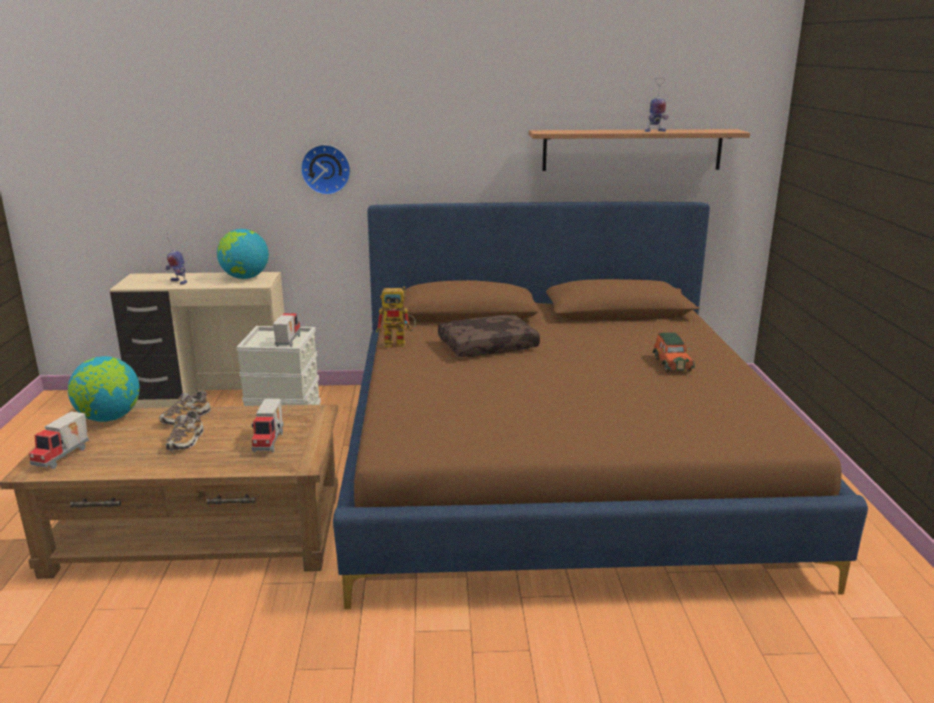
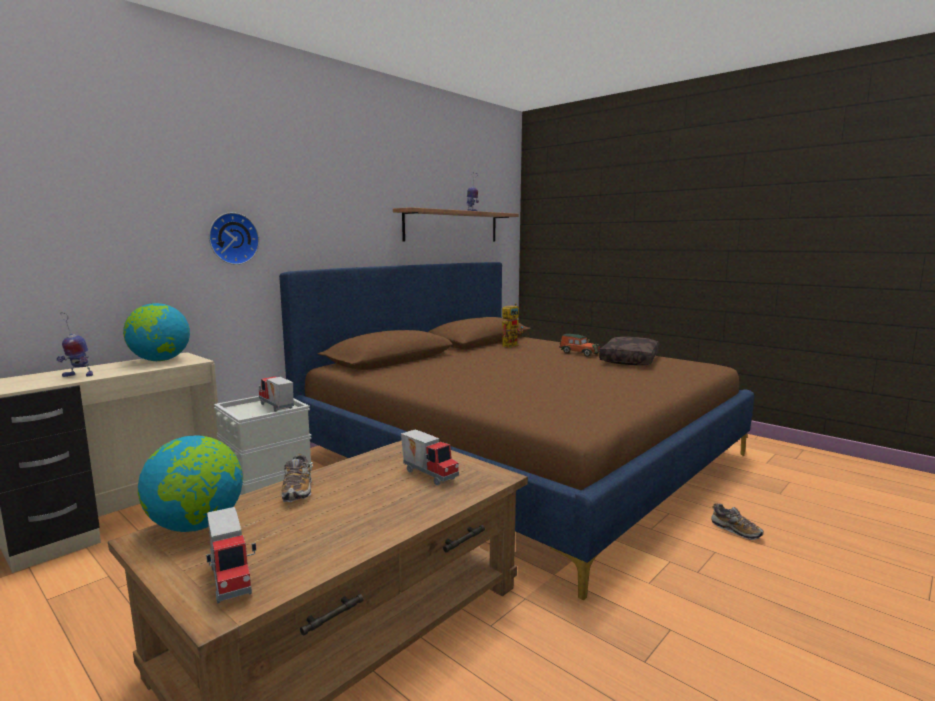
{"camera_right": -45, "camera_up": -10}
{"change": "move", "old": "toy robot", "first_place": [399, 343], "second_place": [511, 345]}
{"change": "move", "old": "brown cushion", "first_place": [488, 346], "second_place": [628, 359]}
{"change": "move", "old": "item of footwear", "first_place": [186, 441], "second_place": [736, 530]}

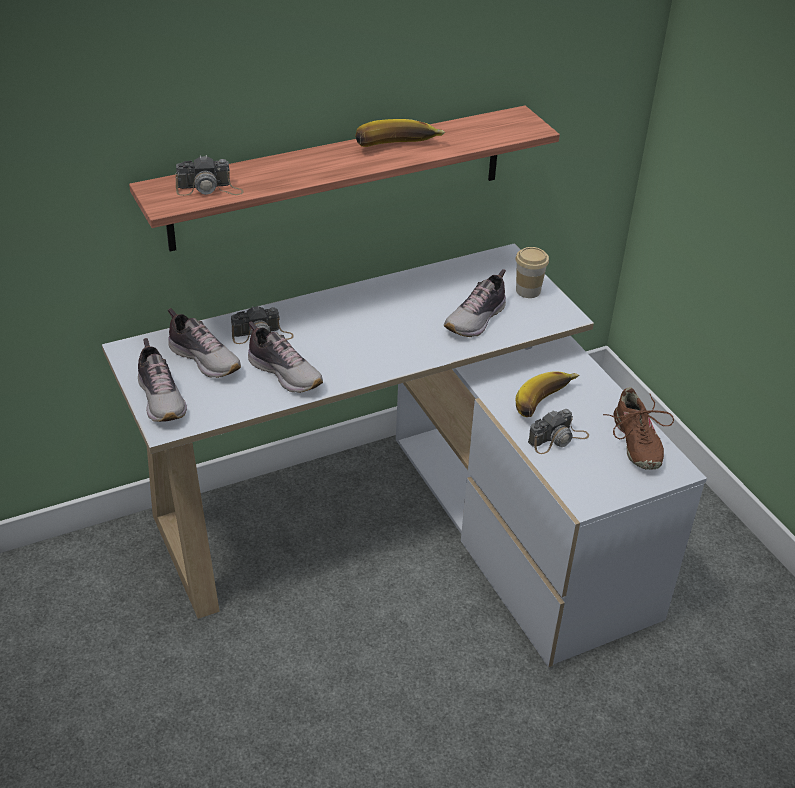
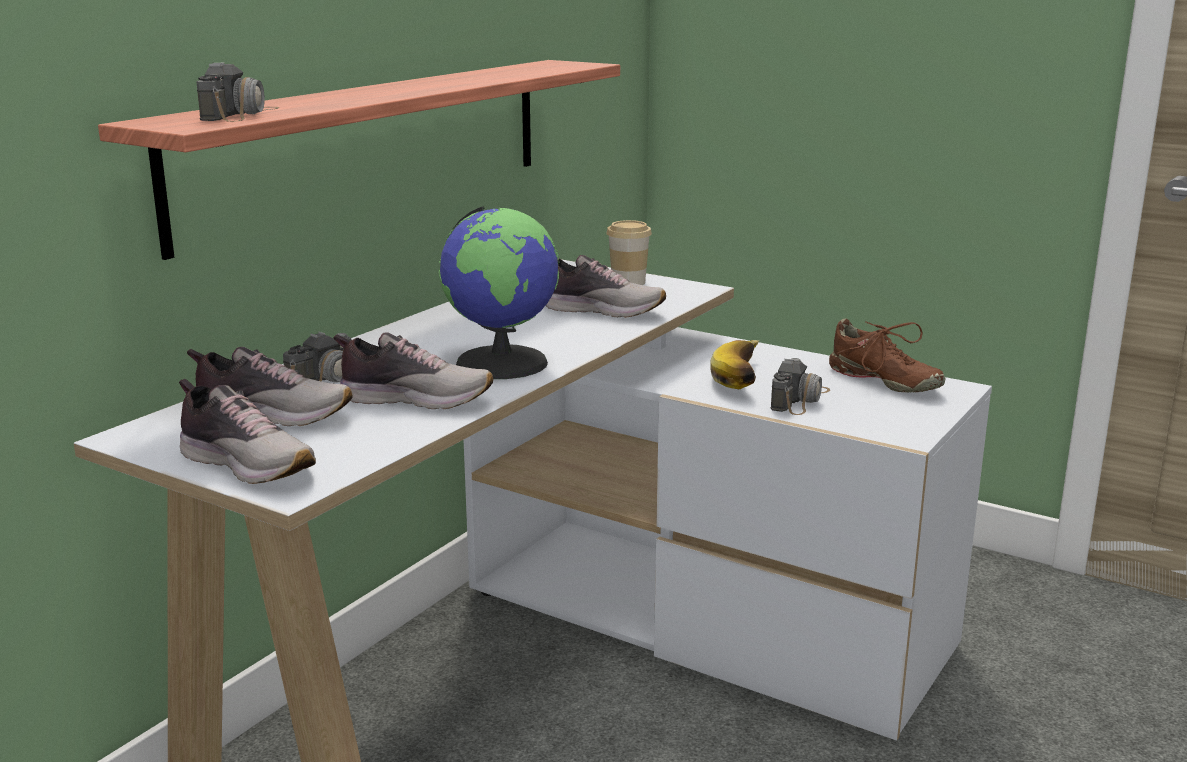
{"camera_right": -30, "camera_up": -20}
{"change": "rotate", "old": "photo camera", "first_place": [209, 189], "second_place": [240, 114], "degrees": -45}
{"change": "insert", "new": "world globe", "second_place": [503, 363]}
{"change": "rotate", "old": "item of footwear", "first_place": [476, 319], "second_place": [602, 310], "degrees": -75}
{"change": "delete", "old": "banana fruit", "first_place": [398, 149]}

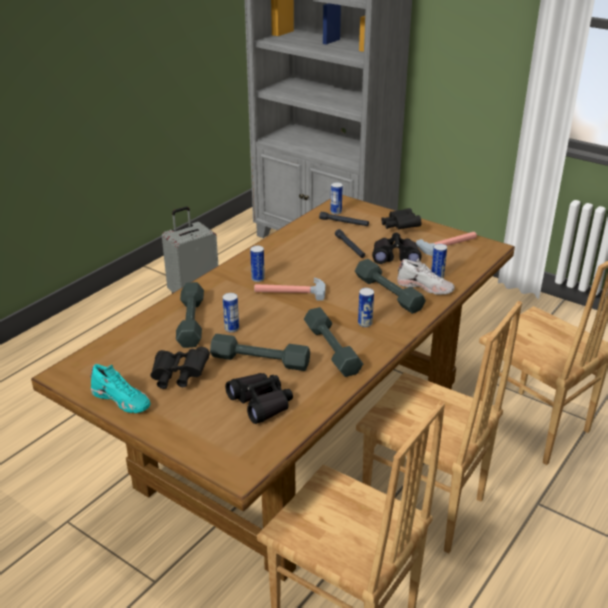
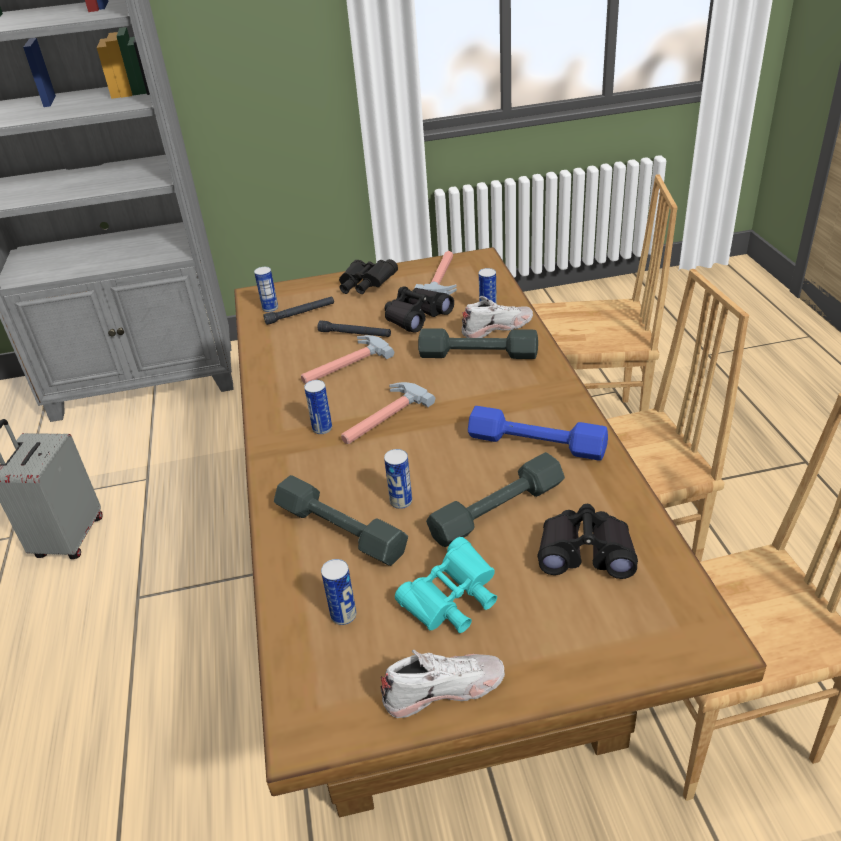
{"camera_right": -45, "camera_up": 5}
{"change": "insert", "new": "tool hammer", "second_place": [343, 364]}
{"change": "move", "old": "sealed can", "first_place": [365, 323], "second_place": [343, 615]}
{"change": "recolor", "old": "turquoise item of footwear", "new": "whitish item of footwear", "first_place": [122, 399], "second_place": [443, 689]}
{"change": "recolor", "old": "black-coloured binoculars", "new": "turquoise binoculars", "first_place": [178, 377], "second_place": [452, 602]}
{"change": "recolor", "old": "greyish dumbbell", "new": "bluish dumbbell", "first_place": [331, 349], "second_place": [536, 444]}

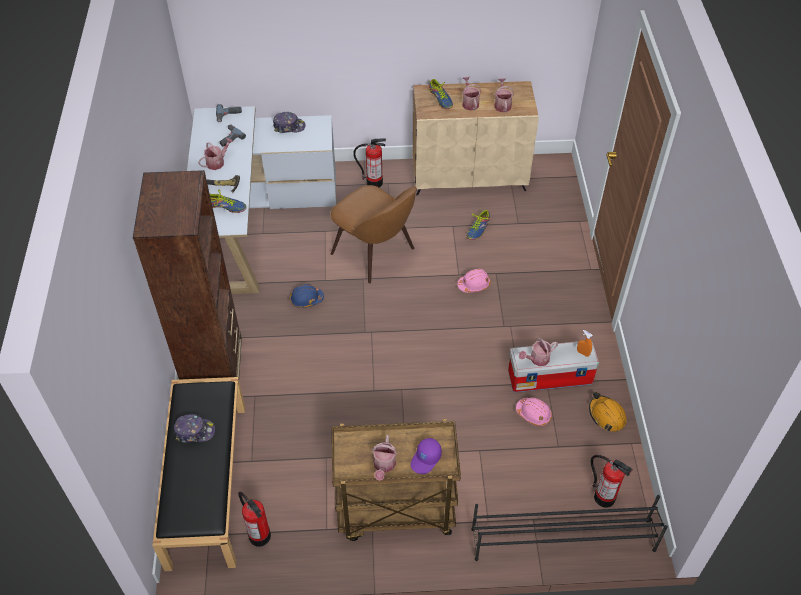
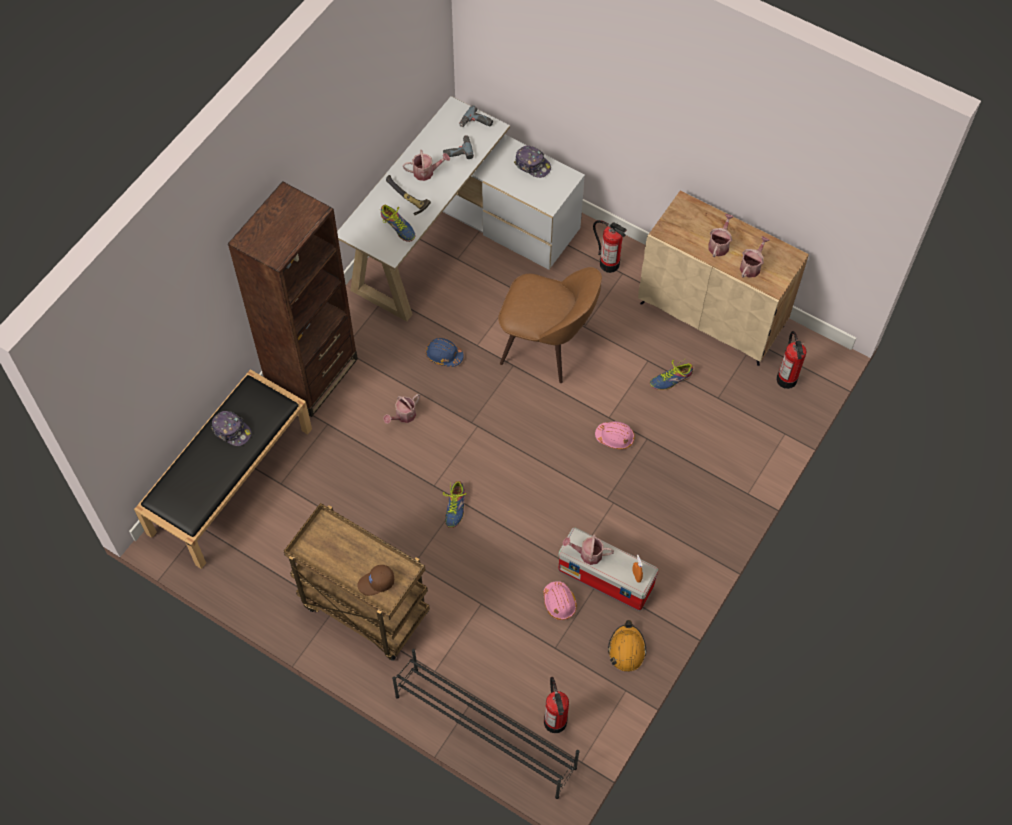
{"camera_right": 35, "camera_up": 10}
{"change": "recolor", "old": "purple-coloured cap", "new": "brown cap", "first_place": [426, 459], "second_place": [376, 583]}
{"change": "move", "old": "watering pot", "first_place": [384, 466], "second_place": [403, 416]}
{"change": "move", "old": "item of footwear", "first_place": [441, 99], "second_place": [455, 507]}
{"change": "rotate", "old": "brown chair", "first_place": [375, 253], "second_place": [547, 344], "degrees": -60}
{"change": "move", "old": "fire extinguisher", "first_place": [260, 535], "second_place": [787, 379]}

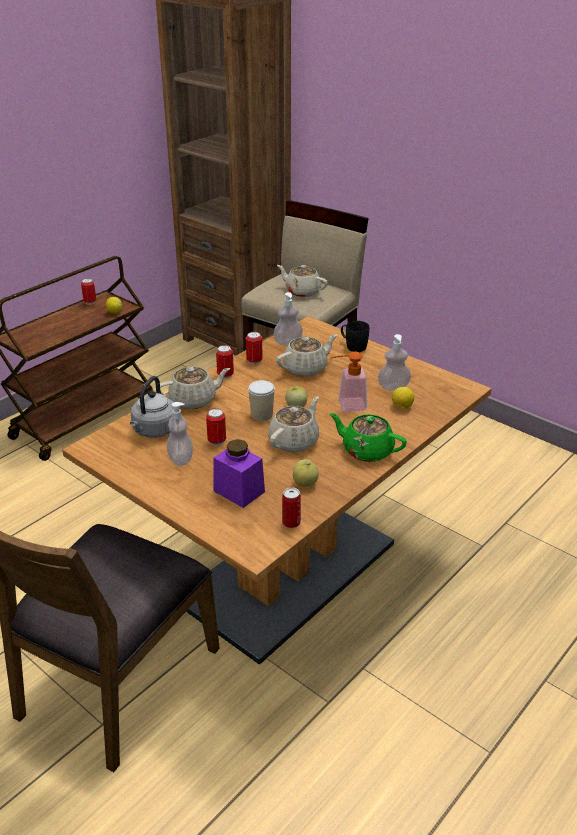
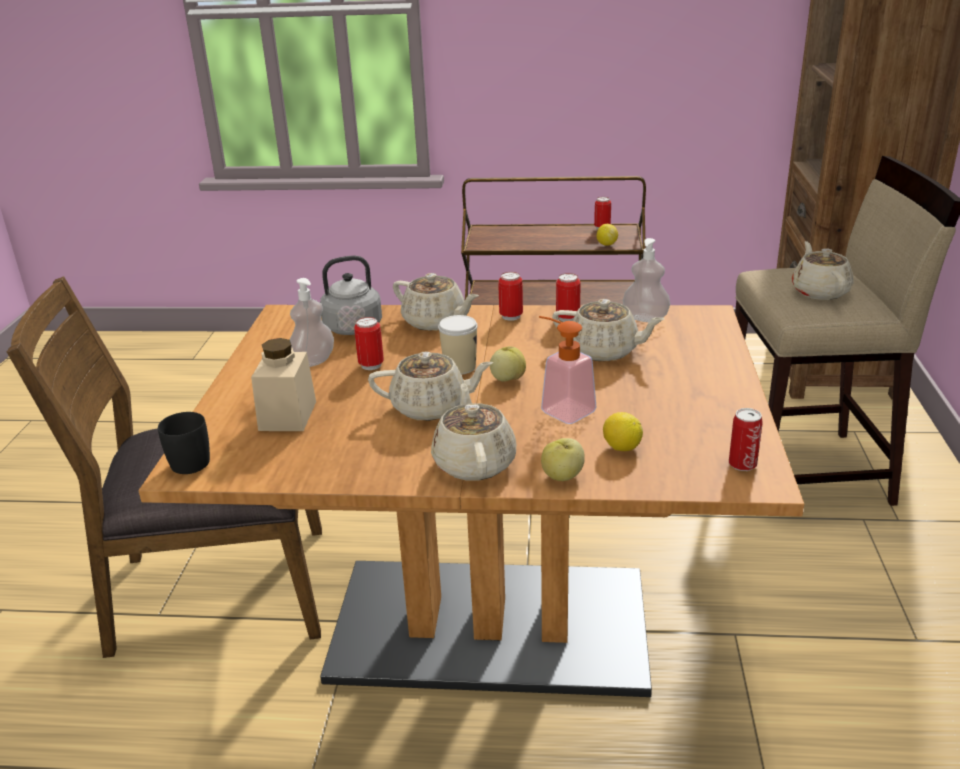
{"camera_right": 55, "camera_up": -5}
{"change": "move", "old": "black-coloured tea mug", "first_place": [353, 346], "second_place": [194, 459]}
{"change": "recolor", "old": "purple-coloured storage jar", "new": "beige-coloured storage jar", "first_place": [239, 491], "second_place": [287, 416]}
{"change": "recolor", "old": "green-coloured teapot", "new": "beige-coloured teapot", "first_place": [366, 450], "second_place": [474, 462]}
{"change": "move", "old": "whole apple", "first_place": [305, 483], "second_place": [563, 476]}
{"change": "move", "old": "sealed can", "first_place": [291, 523], "second_place": [742, 464]}
{"change": "delete", "old": "soap dispenser", "first_place": [393, 387]}

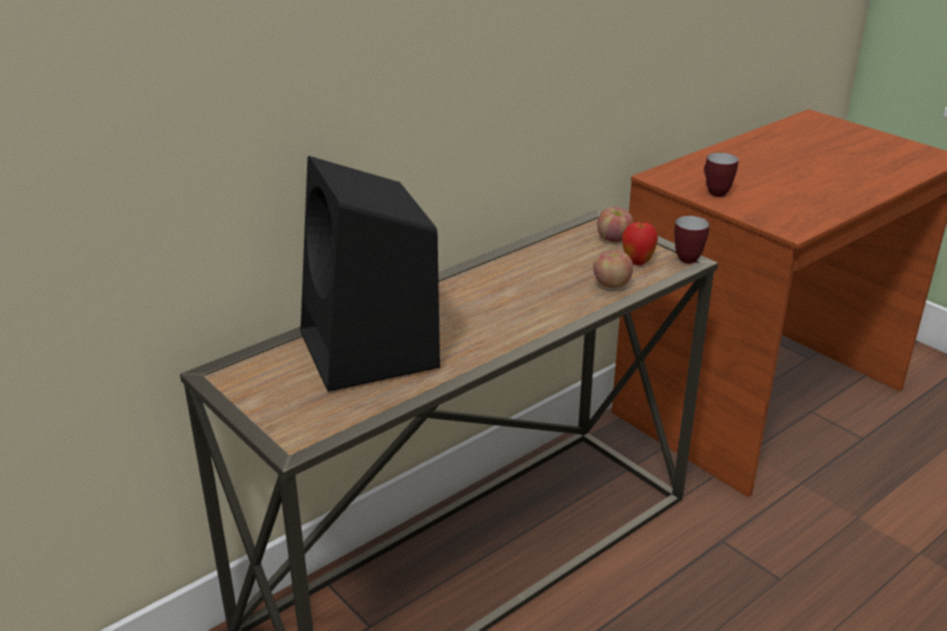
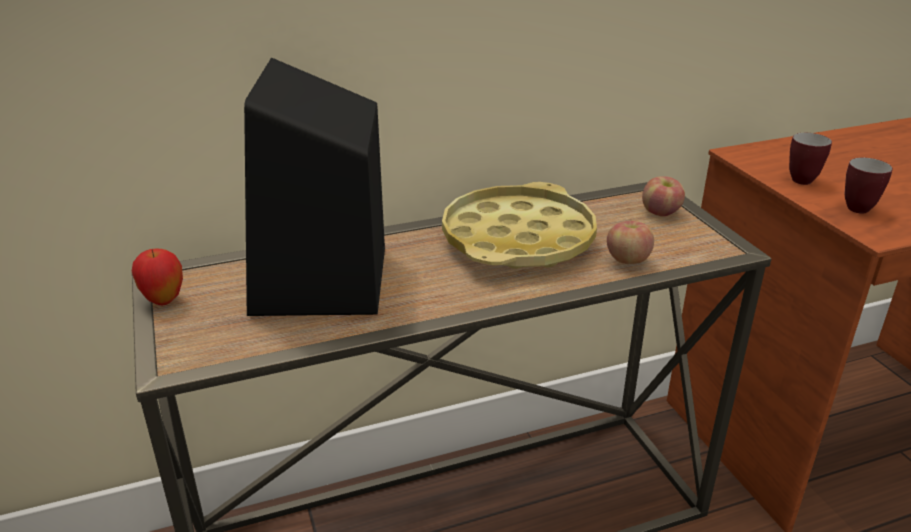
{"camera_right": 20, "camera_up": 0}
{"change": "move", "old": "whole apple", "first_place": [637, 262], "second_place": [163, 300]}
{"change": "insert", "new": "yellowish carrying tray", "second_place": [518, 239]}
{"change": "move", "old": "tea mug", "first_place": [687, 257], "second_place": [857, 206]}

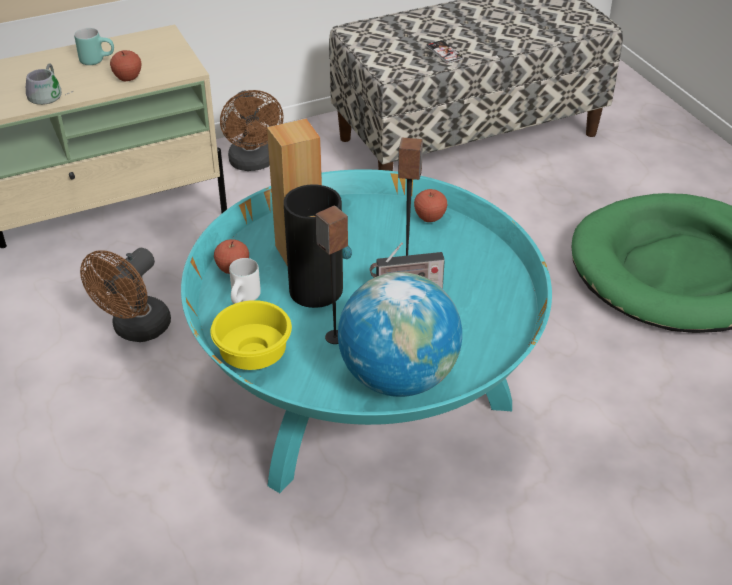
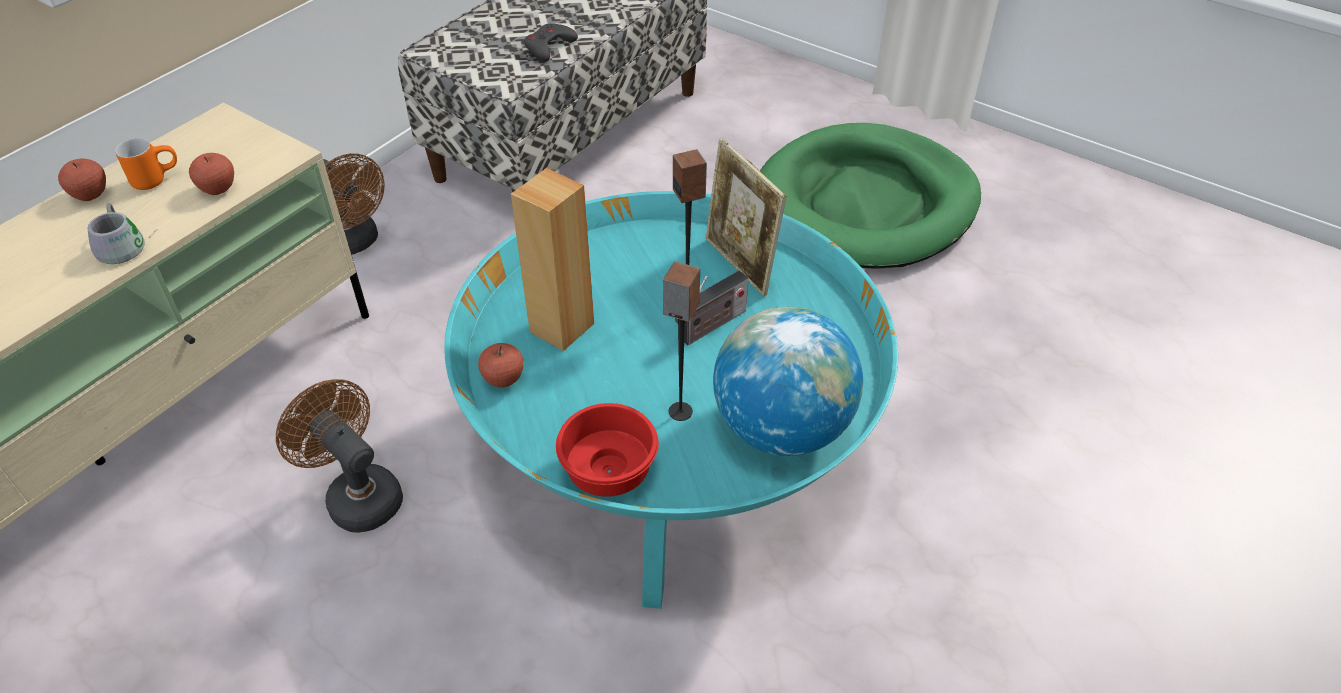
{"camera_right": -30, "camera_up": 5}
{"change": "move", "old": "whole apple", "first_place": [430, 217], "second_place": [91, 195]}
{"change": "recolor", "old": "turquoise tea mug", "new": "orangey tea mug", "first_place": [97, 60], "second_place": [156, 178]}
{"change": "rotate", "old": "brown cooling fan", "first_place": [136, 330], "second_place": [357, 495], "degrees": 135}
{"change": "replace", "old": "handset", "new": "greyish gamepad", "first_place": [444, 52], "second_place": [549, 47]}
{"change": "recolor", "old": "yellowish deep dish", "new": "red-coloured deep dish", "first_place": [254, 352], "second_place": [607, 469]}
{"change": "insert", "new": "photo frame", "second_place": [739, 265]}
{"change": "delete", "old": "whitish tea mug", "first_place": [245, 299]}
{"change": "delete", "old": "vase", "first_place": [316, 289]}

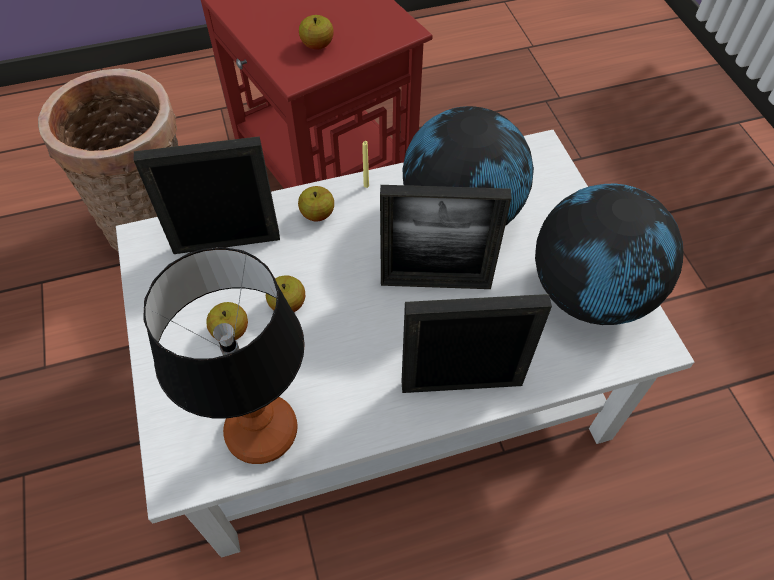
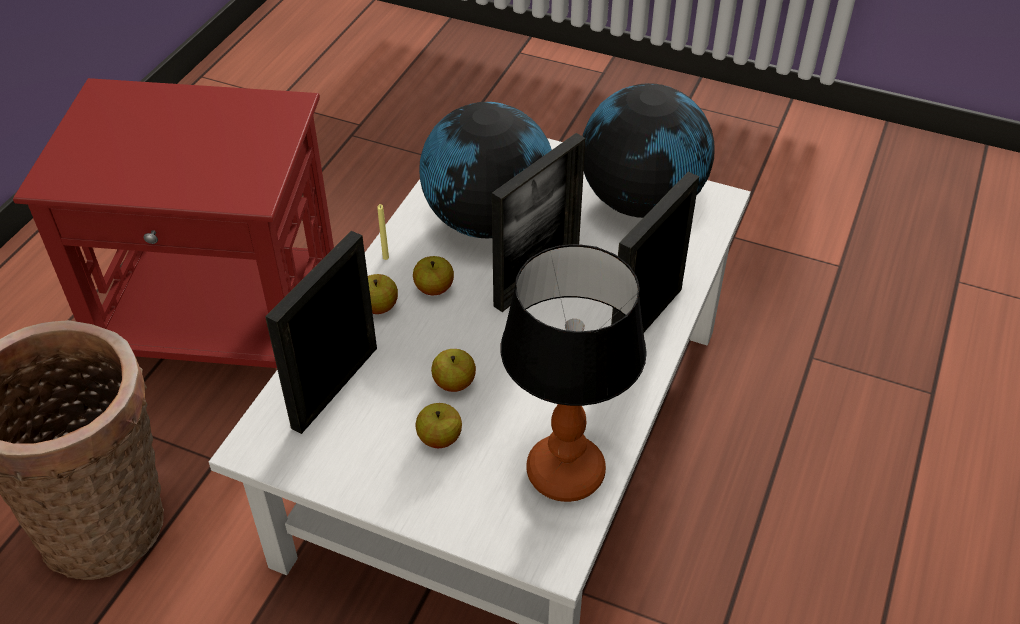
{"camera_right": -50, "camera_up": -10}
{"change": "move", "old": "whole apple", "first_place": [317, 45], "second_place": [434, 288]}

